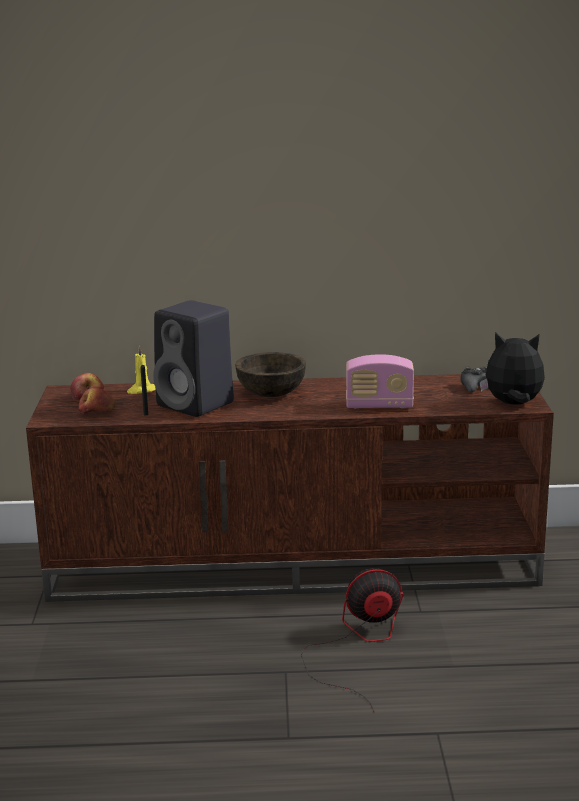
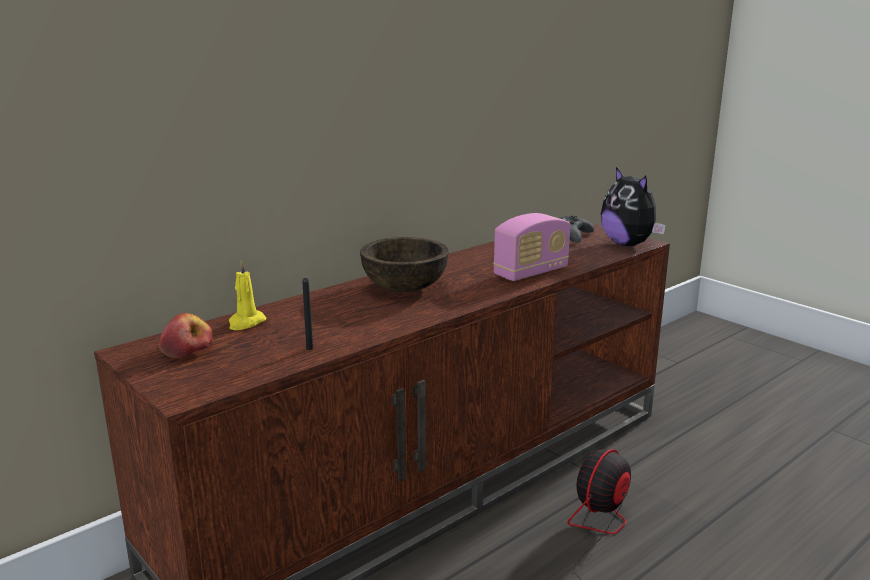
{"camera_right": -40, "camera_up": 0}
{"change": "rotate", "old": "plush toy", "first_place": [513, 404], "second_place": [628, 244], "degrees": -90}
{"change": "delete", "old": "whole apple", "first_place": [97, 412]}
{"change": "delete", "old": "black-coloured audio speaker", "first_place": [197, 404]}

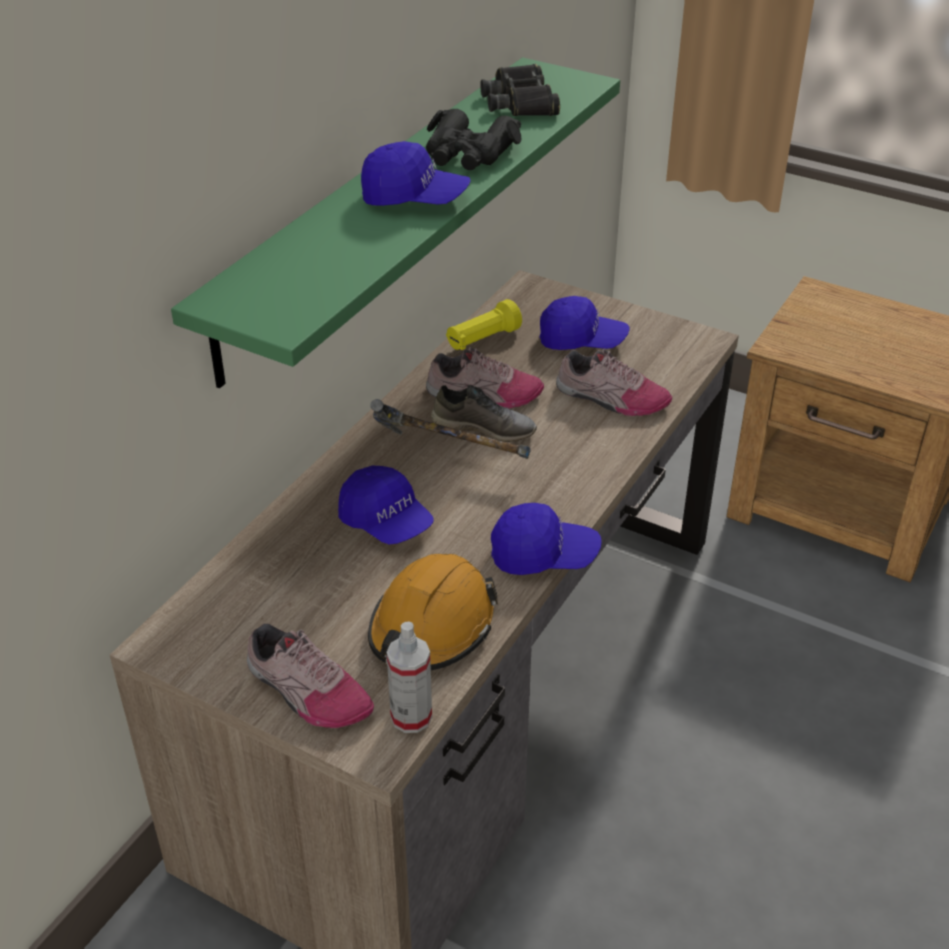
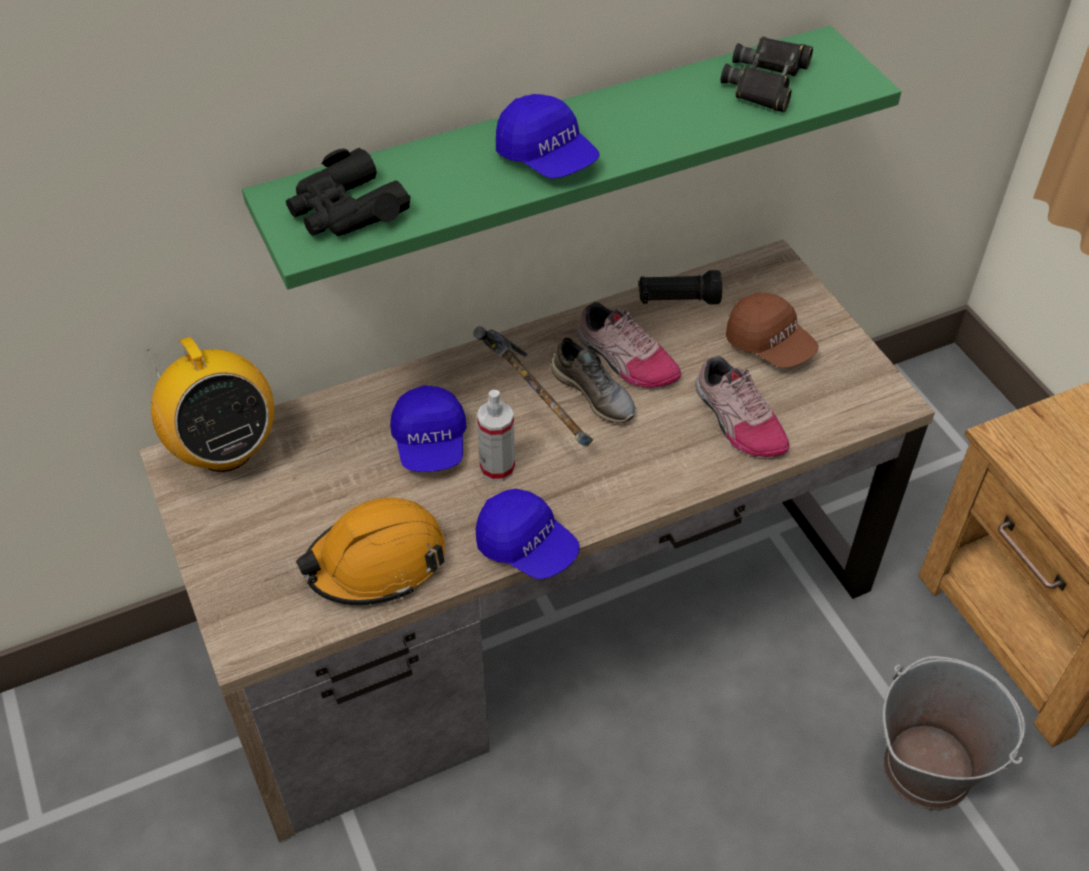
{"camera_right": 35, "camera_up": 10}
{"change": "insert", "new": "radio", "second_place": [224, 449]}
{"change": "move", "old": "black-coloured binoculars", "first_place": [468, 154], "second_place": [346, 210]}
{"change": "move", "old": "hand sprayer", "first_place": [411, 717], "second_place": [497, 468]}
{"change": "recolor", "old": "yellowish hand torch", "new": "black-coloured hand torch", "first_place": [482, 339], "second_place": [678, 300]}
{"change": "recolor", "old": "bluish cap", "new": "brown cap", "first_place": [582, 341], "second_place": [769, 345]}
{"change": "insert", "new": "greyish bucket", "second_place": [926, 767]}
{"change": "delete", "old": "item of footwear", "first_place": [306, 692]}

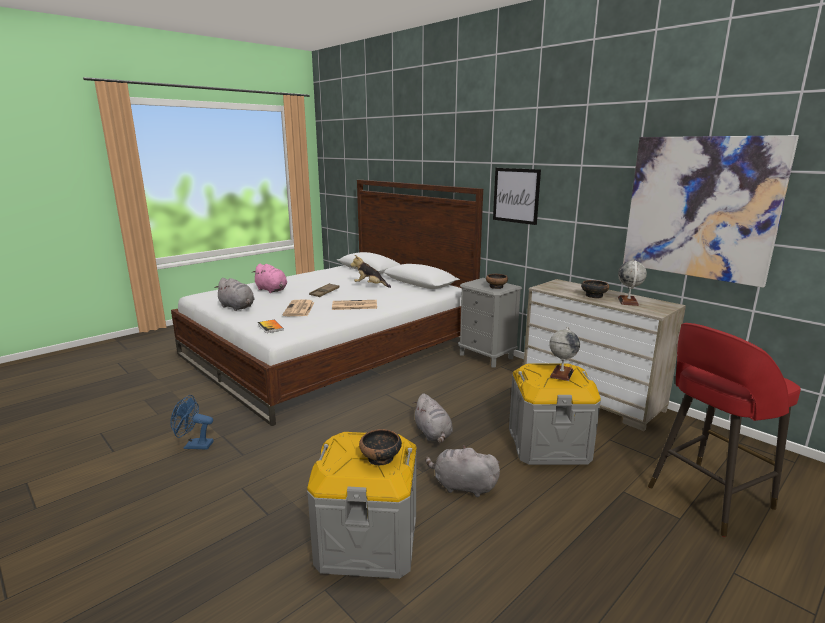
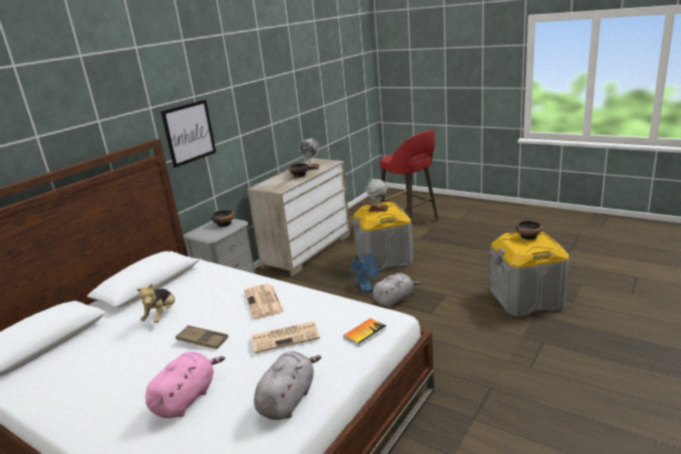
{"camera_right": -100, "camera_up": 5}
{"change": "move", "old": "bluish cooling fan", "first_place": [194, 445], "second_place": [366, 289]}
{"change": "delete", "old": "greyish plush toy", "first_place": [462, 486]}
{"change": "delete", "old": "wall art", "first_place": [700, 208]}

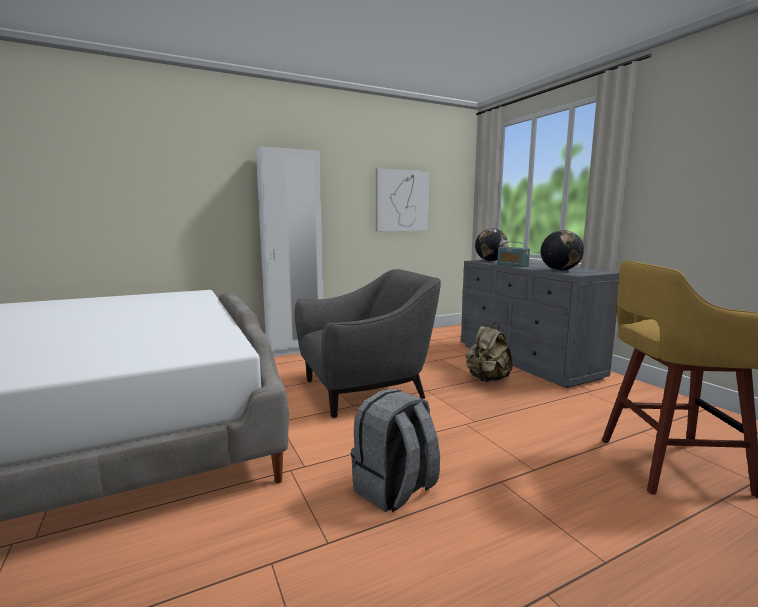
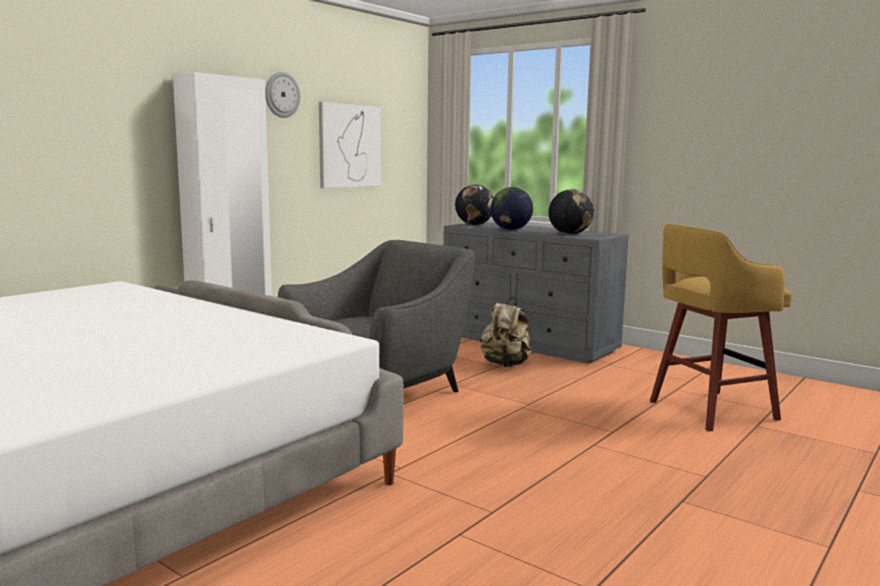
{"camera_right": -25, "camera_up": 0}
{"change": "insert", "new": "wall clock", "second_place": [281, 95]}
{"change": "replace", "old": "radio", "new": "world globe", "first_place": [512, 265], "second_place": [511, 230]}
{"change": "delete", "old": "greyish knapsack", "first_place": [395, 490]}

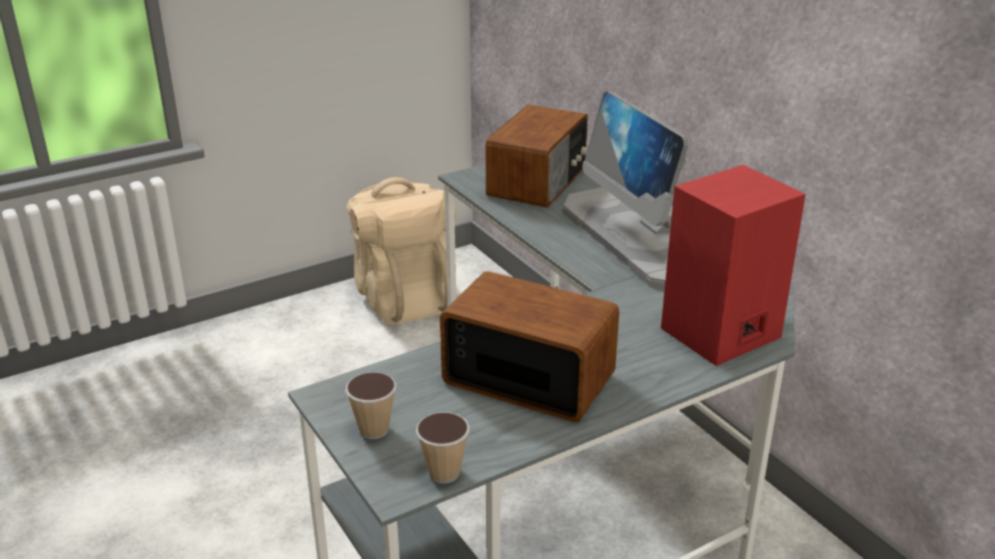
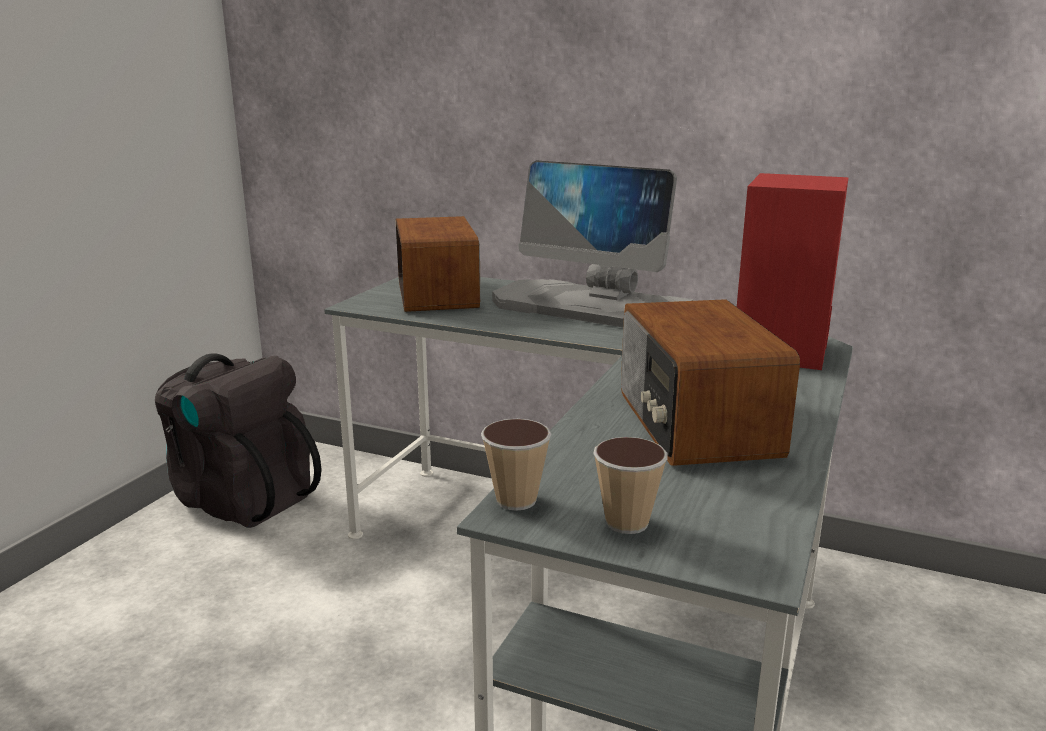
{"camera_right": -35, "camera_up": -10}
{"change": "recolor", "old": "beige-coloured knapsack", "new": "black-coloured knapsack", "first_place": [404, 297], "second_place": [241, 498]}
{"change": "move", "old": "drinking cup", "first_place": [444, 473], "second_place": [516, 500]}
{"change": "rotate", "old": "radio", "first_place": [529, 377], "second_place": [693, 424], "degrees": -90}

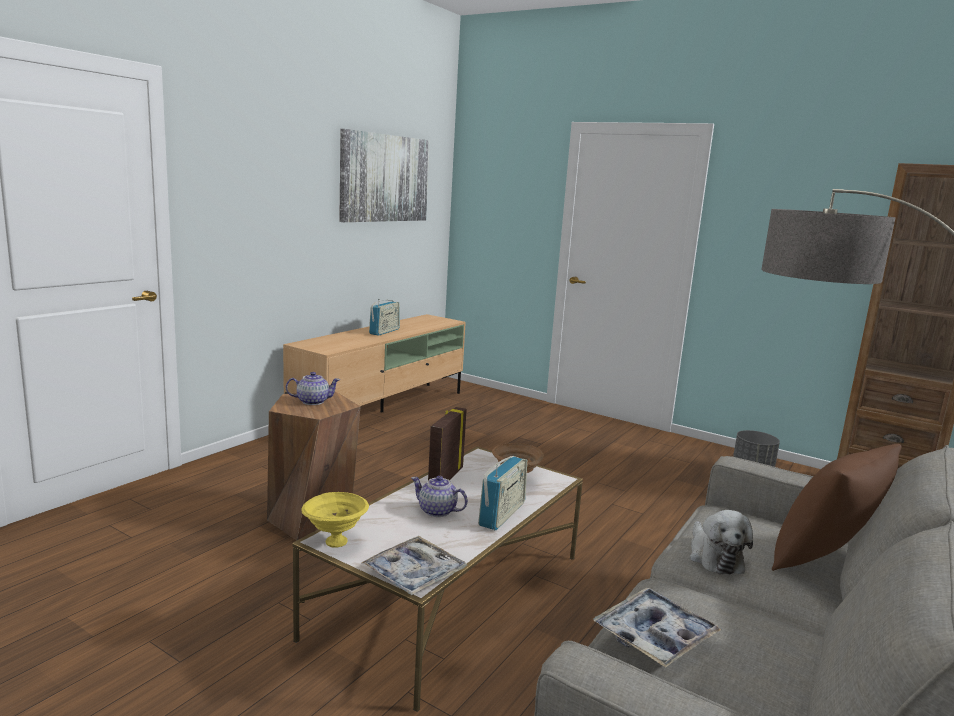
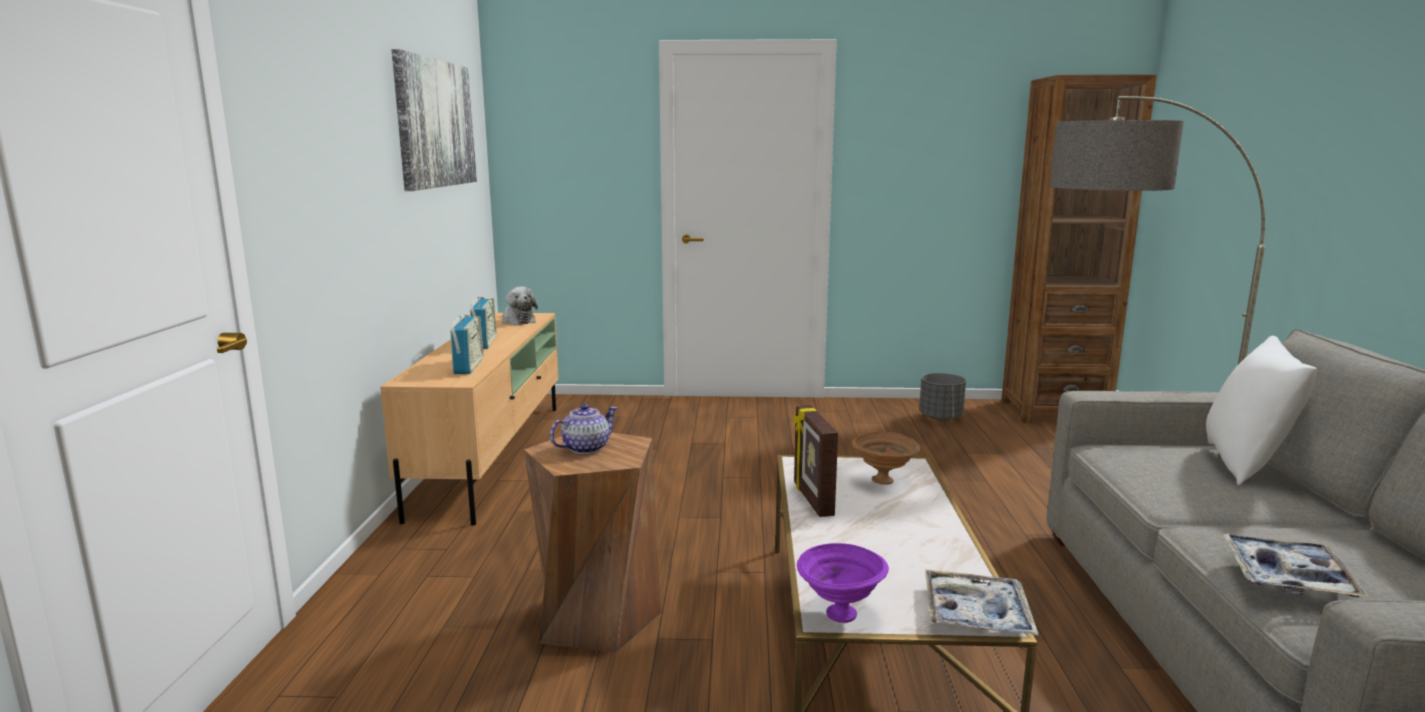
{"camera_right": -30, "camera_up": 0}
{"change": "move", "old": "radio", "first_place": [502, 514], "second_place": [468, 366]}
{"change": "move", "old": "plush toy", "first_place": [714, 557], "second_place": [517, 321]}
{"change": "recolor", "old": "yellowish deep dish", "new": "purple-coloured deep dish", "first_place": [334, 542], "second_place": [840, 616]}
{"change": "recolor", "old": "brown cushion", "new": "whitish cushion", "first_place": [824, 562], "second_place": [1245, 465]}
{"change": "delete", "old": "teapot", "first_place": [437, 511]}

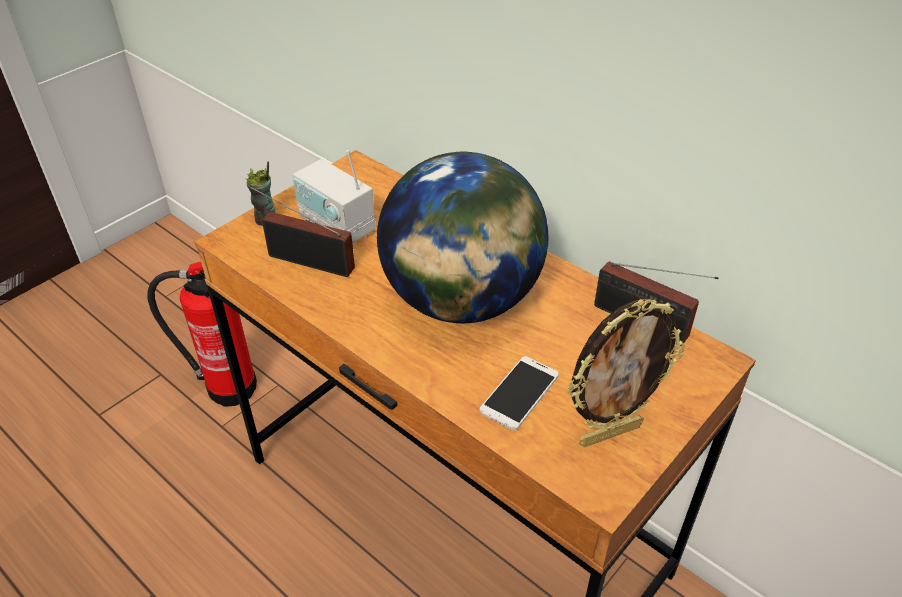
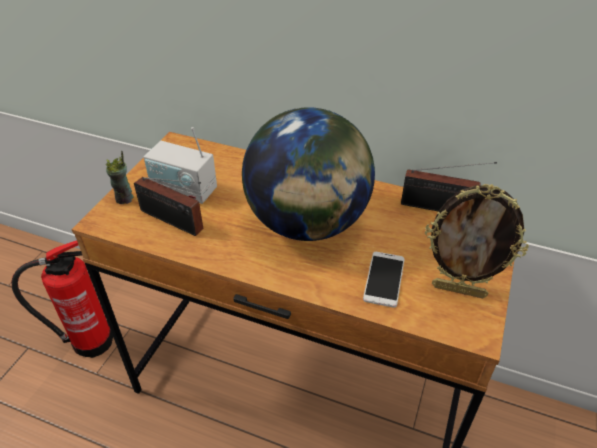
{"camera_right": -20, "camera_up": 0}
{"change": "rotate", "old": "radio", "first_place": [307, 260], "second_place": [174, 222], "degrees": -150}
{"change": "rotate", "old": "photo frame", "first_place": [609, 433], "second_place": [459, 290], "degrees": 60}

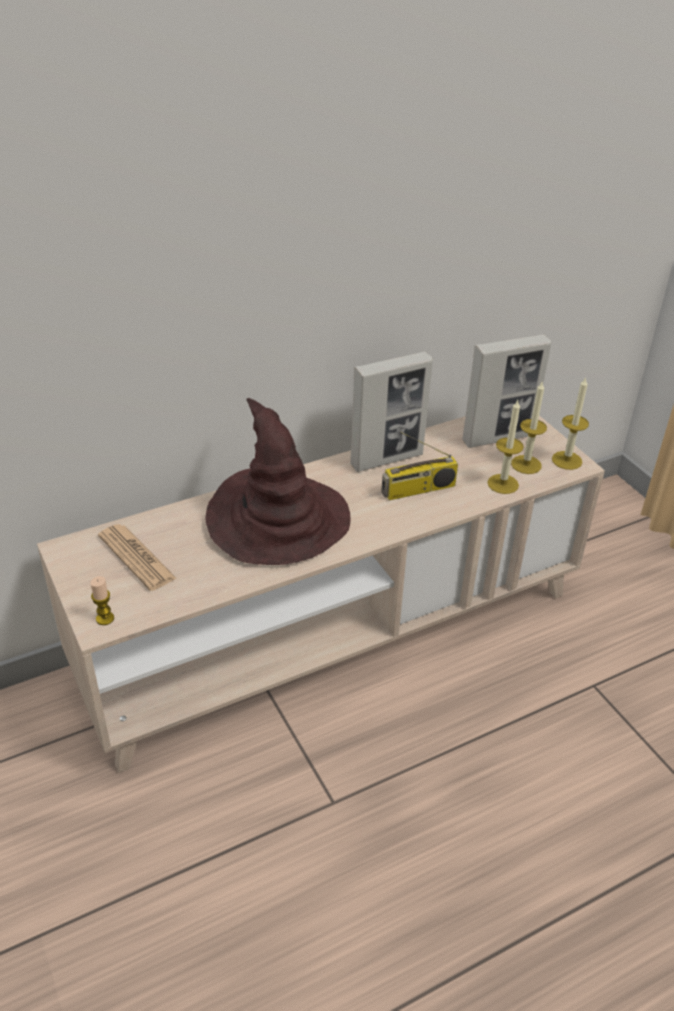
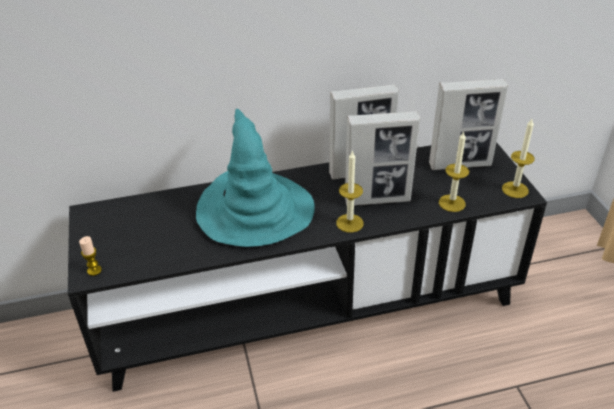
{"camera_right": 15, "camera_up": 0}
{"change": "recolor", "old": "beige-coloured tv stand", "new": "black-coloured tv stand", "first_place": [333, 634], "second_place": [309, 308]}
{"change": "recolor", "old": "brown wearable hat", "new": "turquoise wearable hat", "first_place": [277, 520], "second_place": [254, 211]}
{"change": "move", "old": "candle", "first_place": [526, 464], "second_place": [349, 223]}
{"change": "replace", "old": "radio", "new": "photo frame", "first_place": [418, 490], "second_place": [377, 200]}
{"change": "delete", "old": "printed paper", "first_place": [136, 557]}

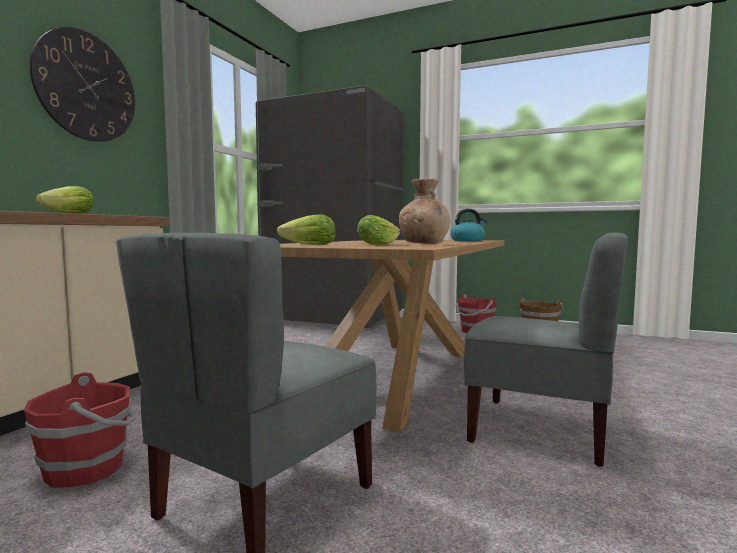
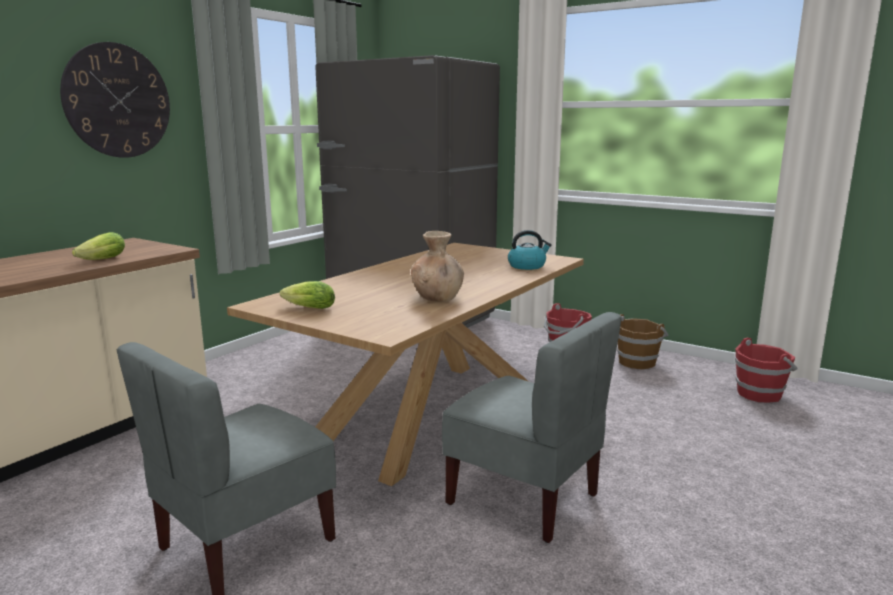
{"camera_right": 10, "camera_up": 10}
{"change": "move", "old": "red-coloured bucket", "first_place": [87, 468], "second_place": [759, 394]}
{"change": "delete", "old": "head of lettuce", "first_place": [381, 244]}

